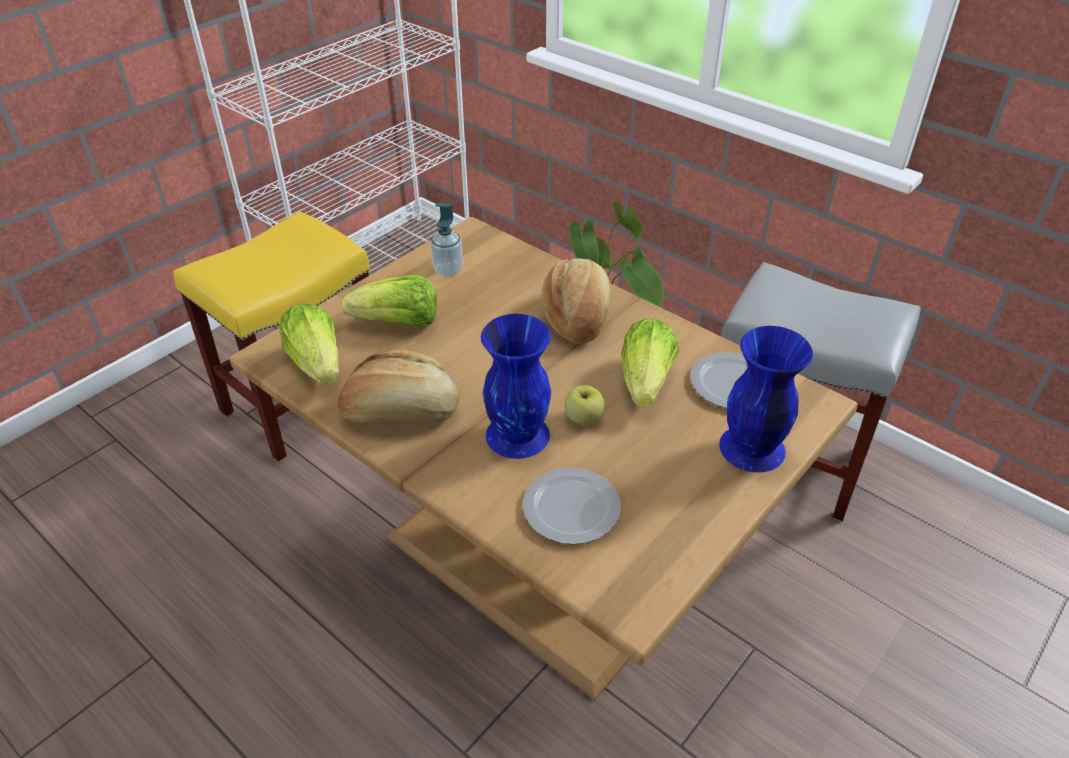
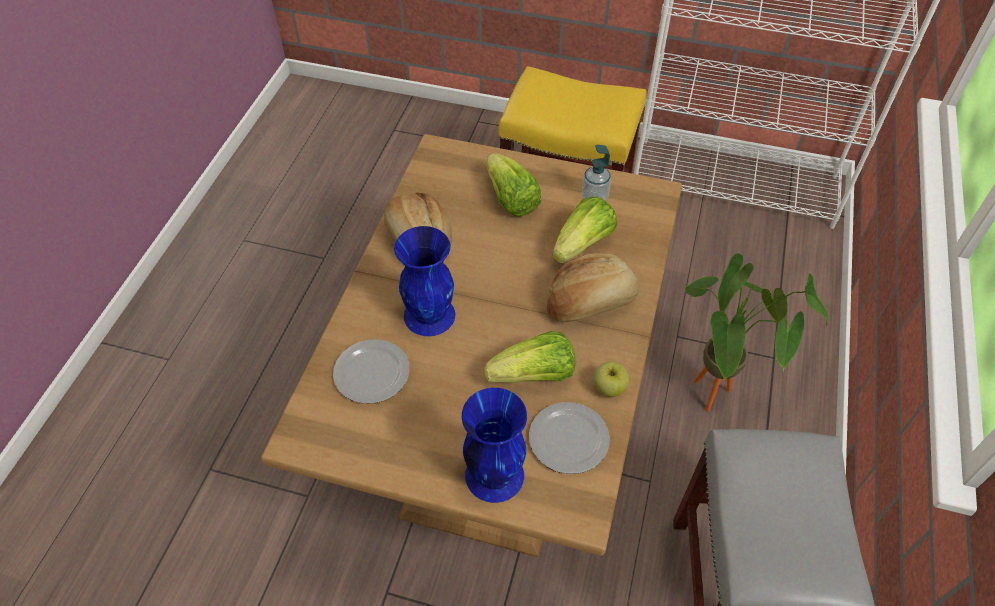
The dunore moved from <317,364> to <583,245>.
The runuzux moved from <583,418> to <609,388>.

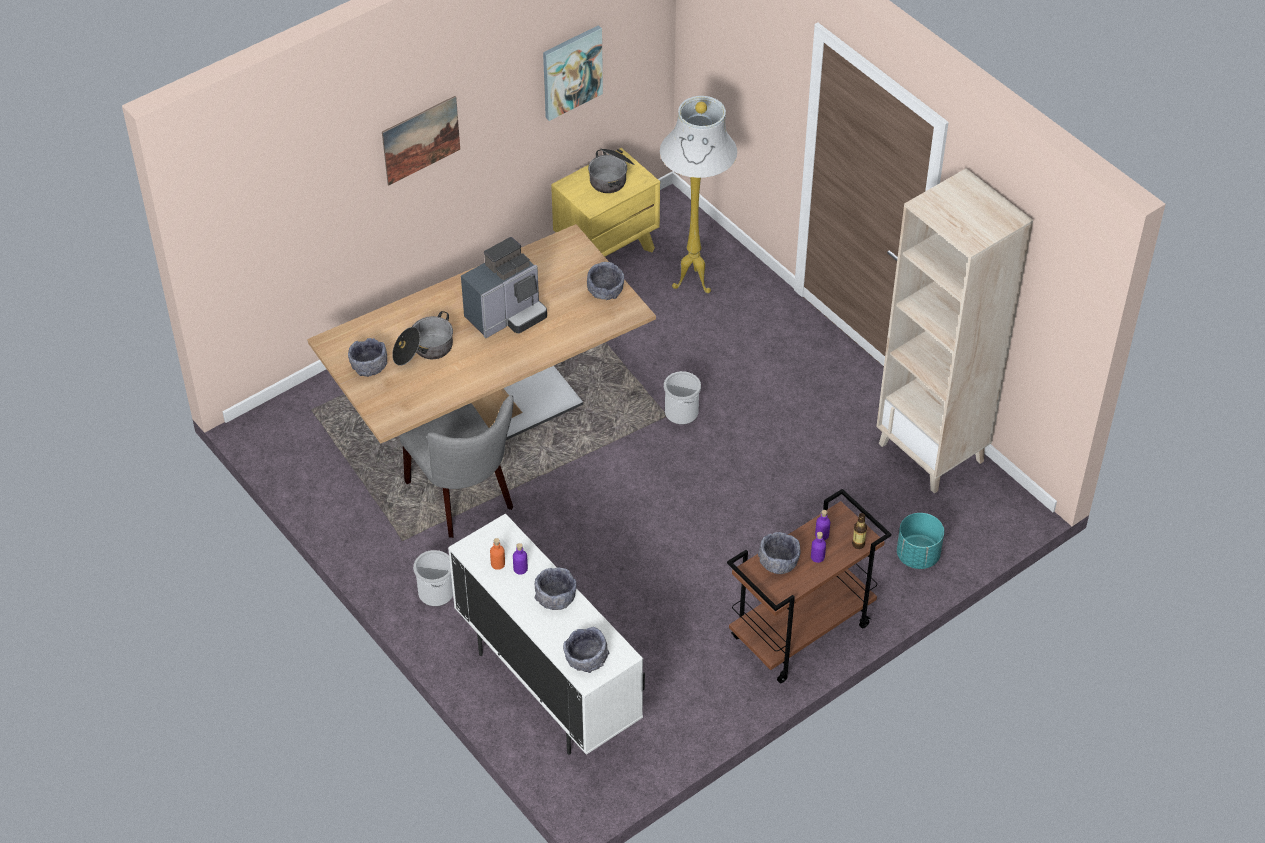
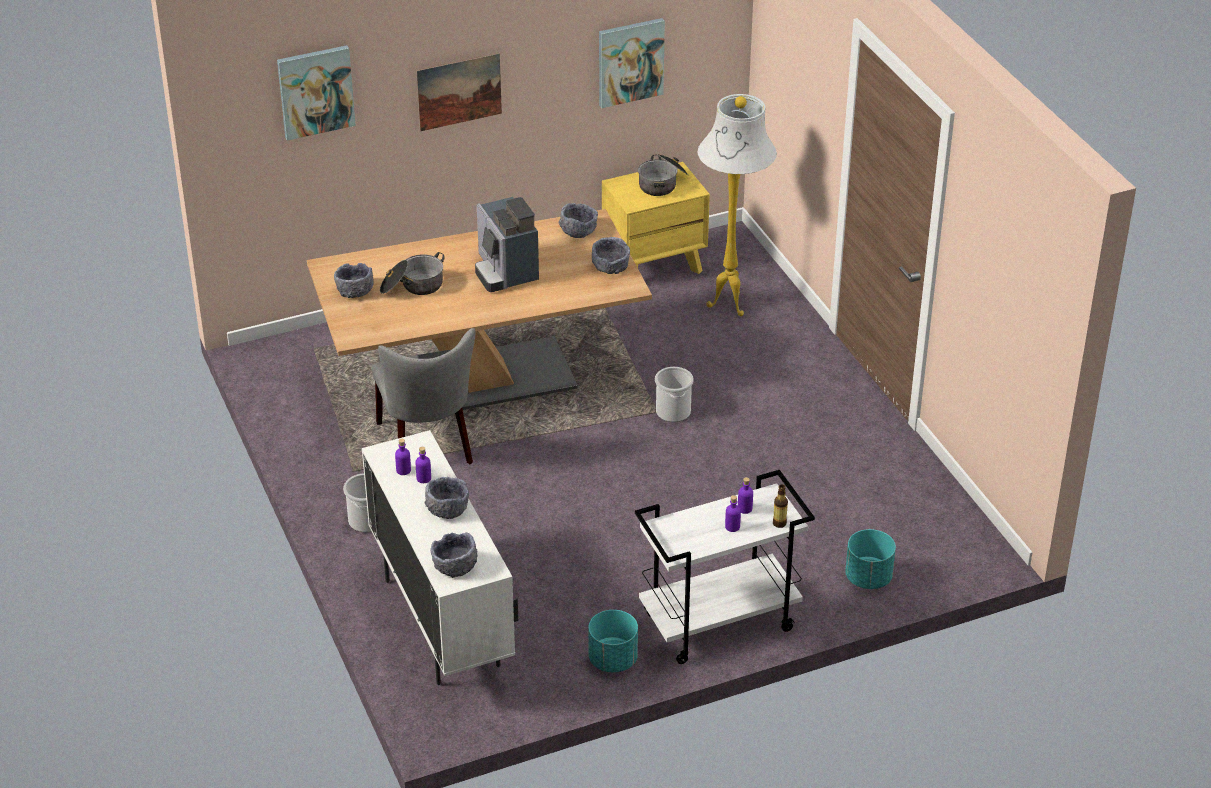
The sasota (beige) at <932,452> disappeared.
The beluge at <507,315> turned 90 degrees clockwise.
The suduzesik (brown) at <800,633> became the suduzesik (white) at <718,624>.
The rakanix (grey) moved from <778,562> to <578,230>.
The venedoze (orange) at <498,564> became the venedoze (purple) at <403,470>.
The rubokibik at <315,91> appeared.
The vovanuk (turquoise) at <612,660> appeared.

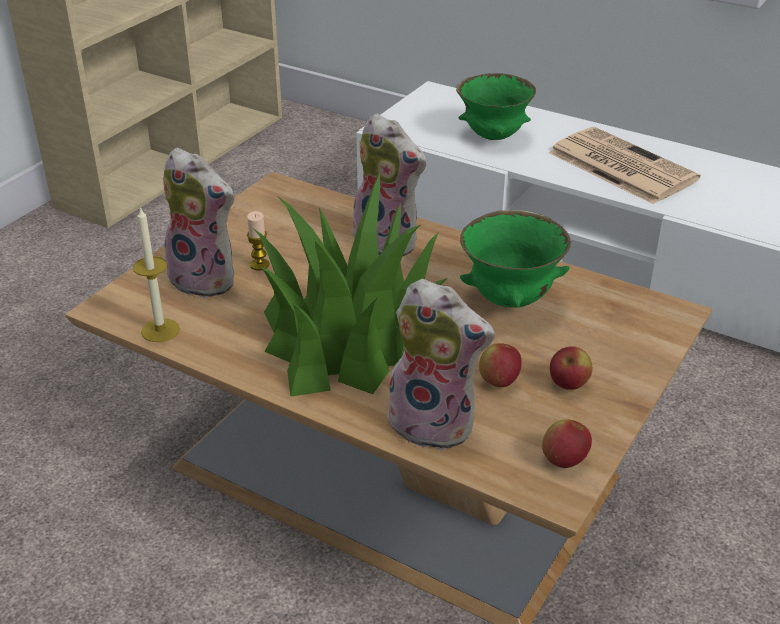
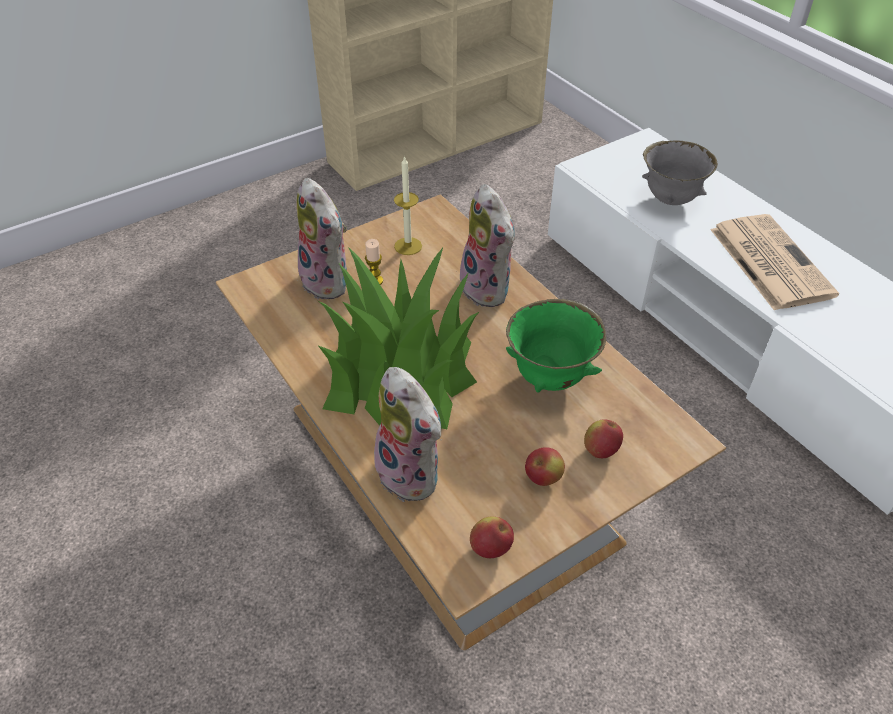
The rakanix (green) at <493,136> became the rakanix (grey) at <670,199>.
The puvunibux moved from <160,330> to <408,246>.
The runuzux moved from <498,381> to <600,450>.

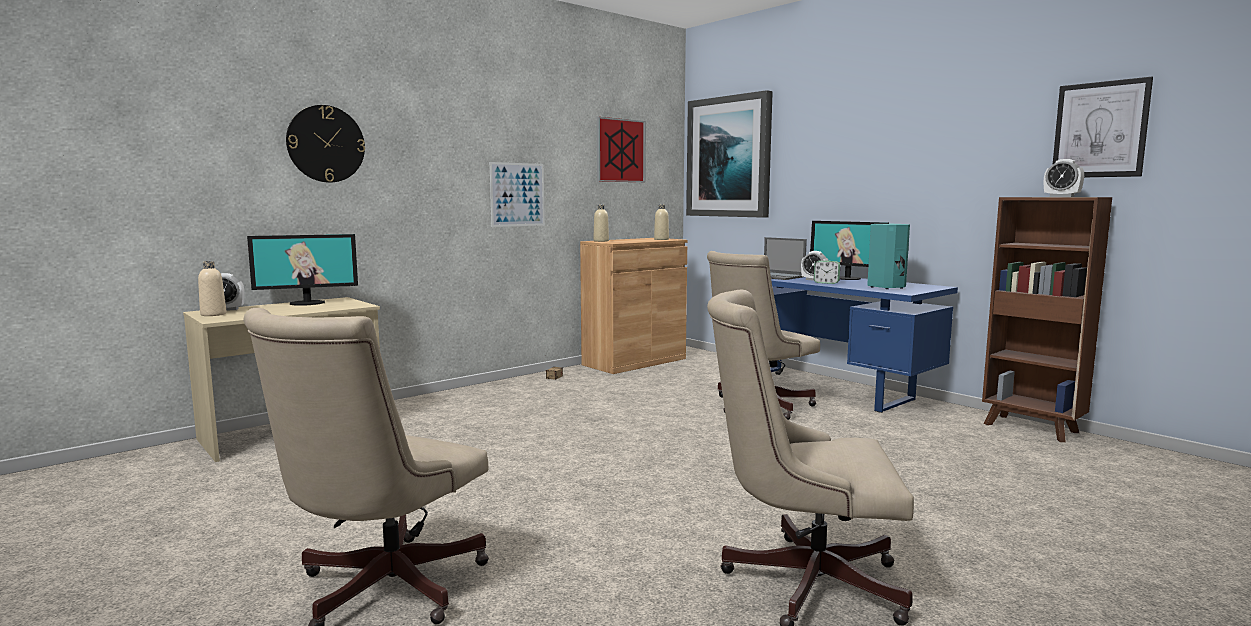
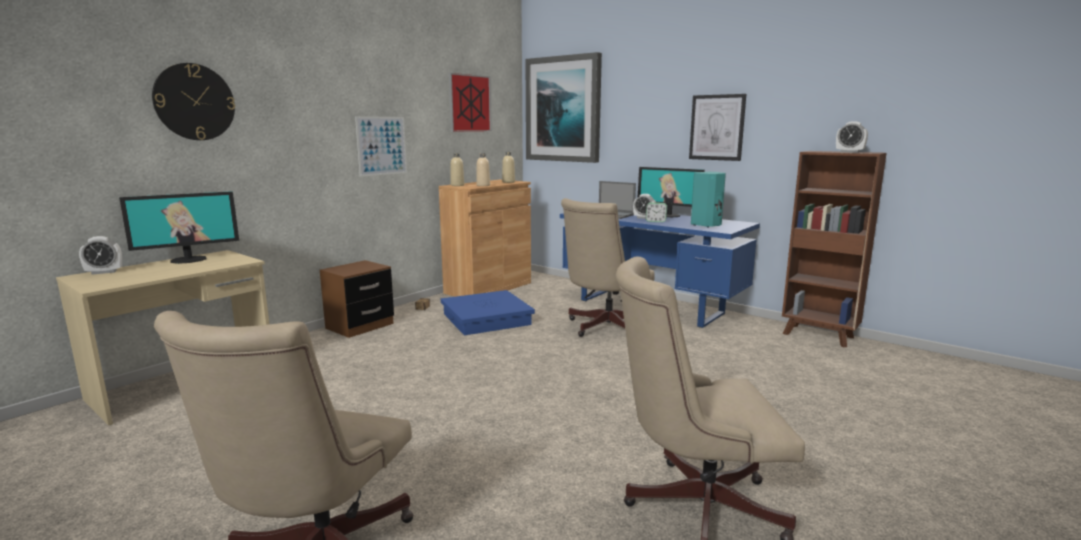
The rubokibik moved from <1100,130> to <717,127>.
The venedoze (beige) moved from <213,314> to <483,185>.
The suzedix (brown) at <360,326> appeared.
The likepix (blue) at <486,319> appeared.

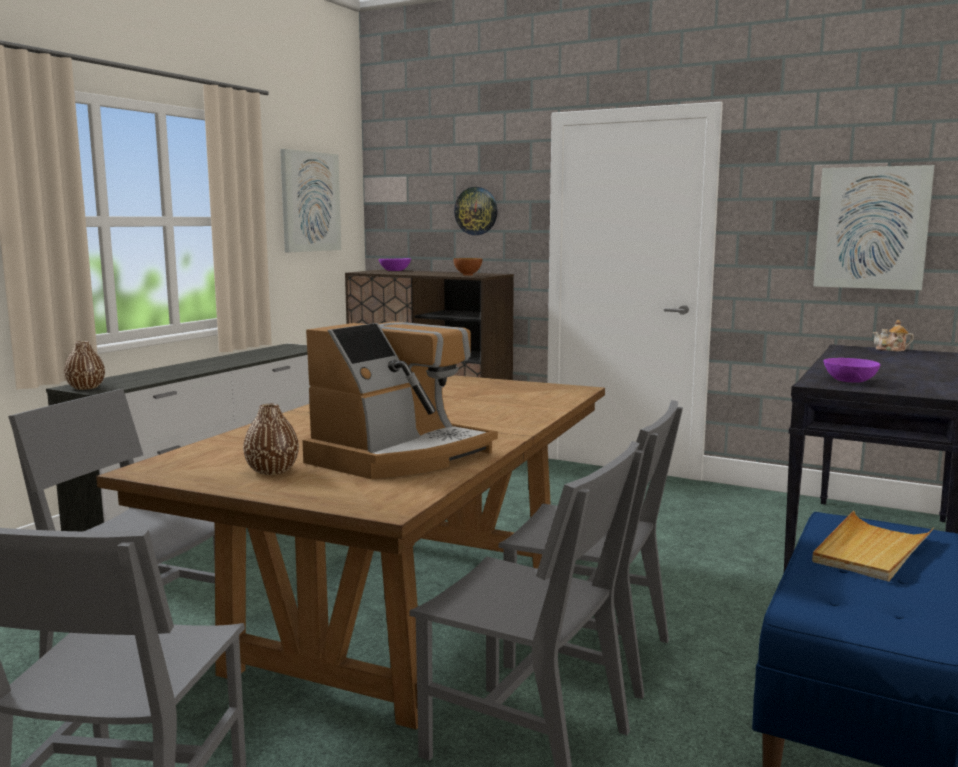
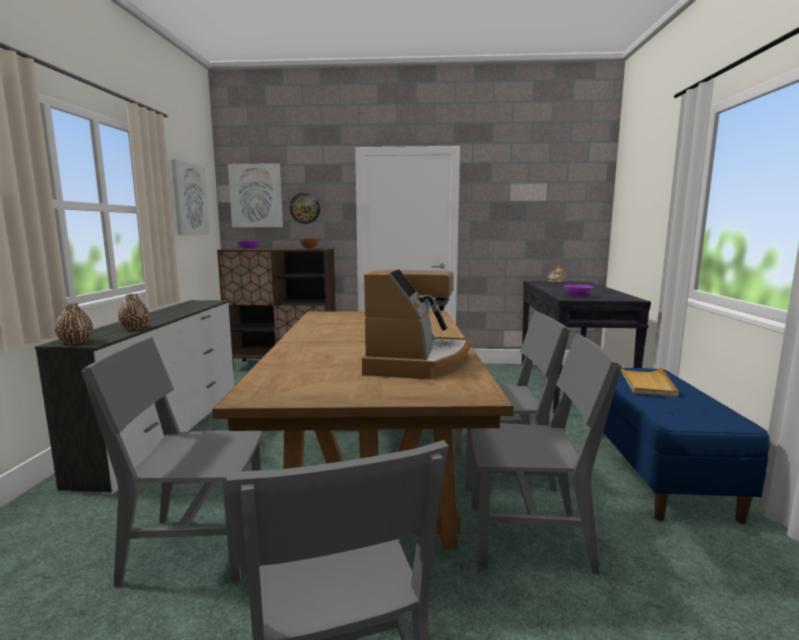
The rubokibik moved from <871,228> to <256,196>.
The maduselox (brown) moved from <272,470> to <135,328>.

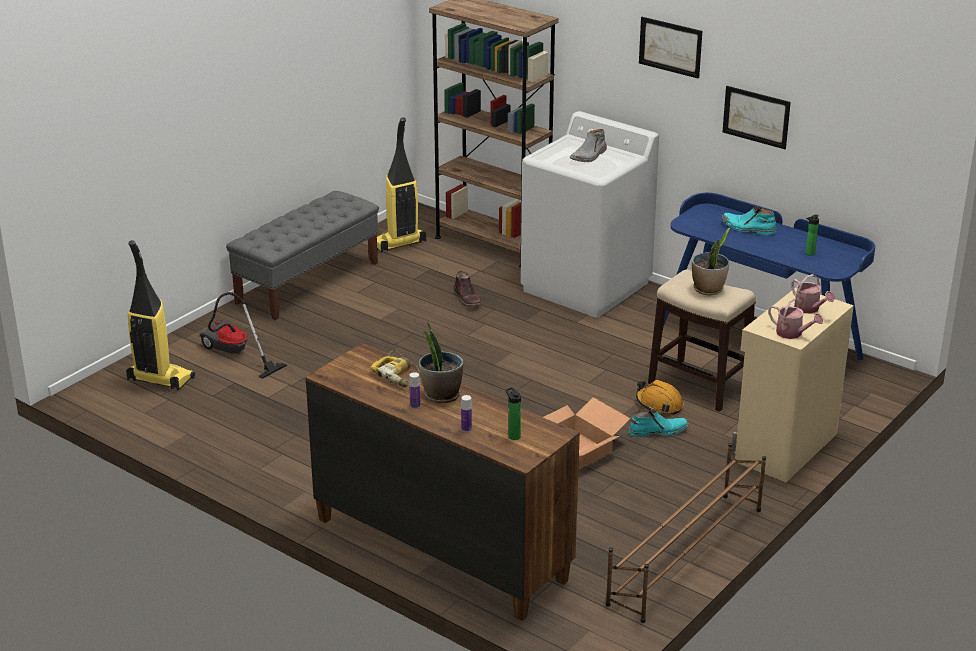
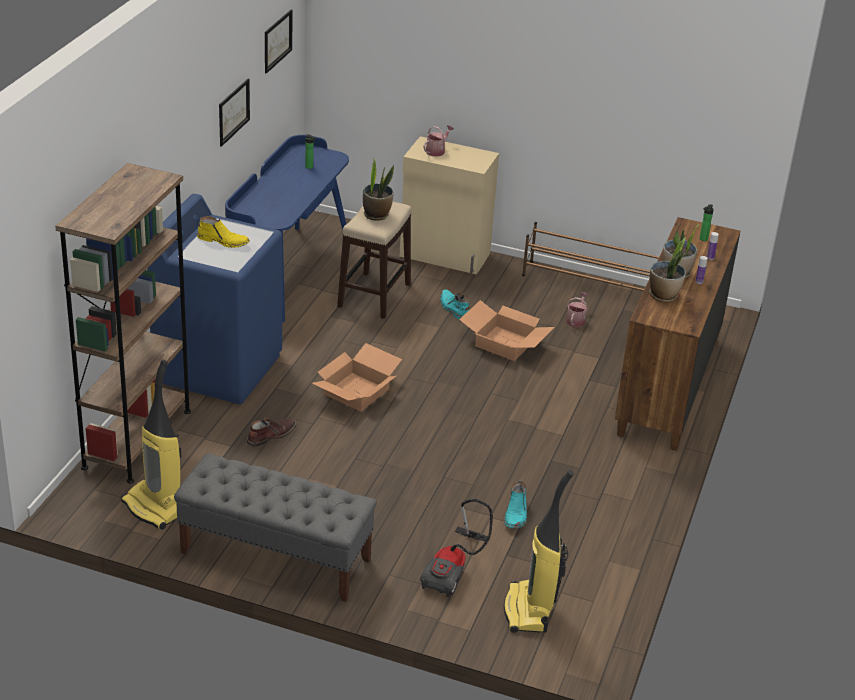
The rubokibik moved from <670,47> to <277,41>.
The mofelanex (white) at <586,287> became the mofelanex (blue) at <218,367>.
The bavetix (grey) at <589,156> became the bavetix (yellow) at <223,241>.
The bavetix (turquoise) moved from <748,228> to <516,514>.
The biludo moved from <792,334> to <576,320>.
The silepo at <398,375> was replaced by the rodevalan at <664,296>.
The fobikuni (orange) at <659,404> disappeared.
The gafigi at <356,392> appeared.

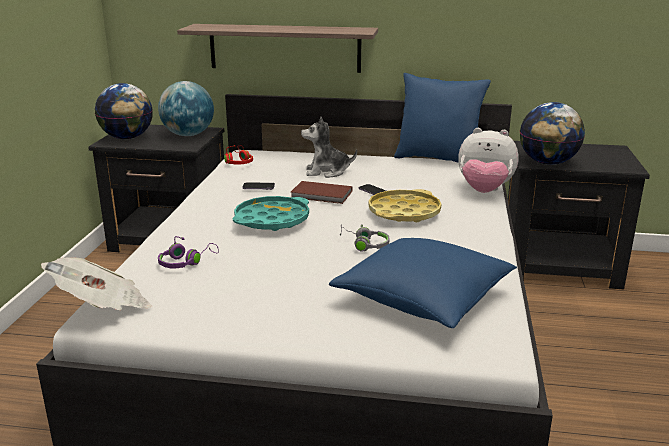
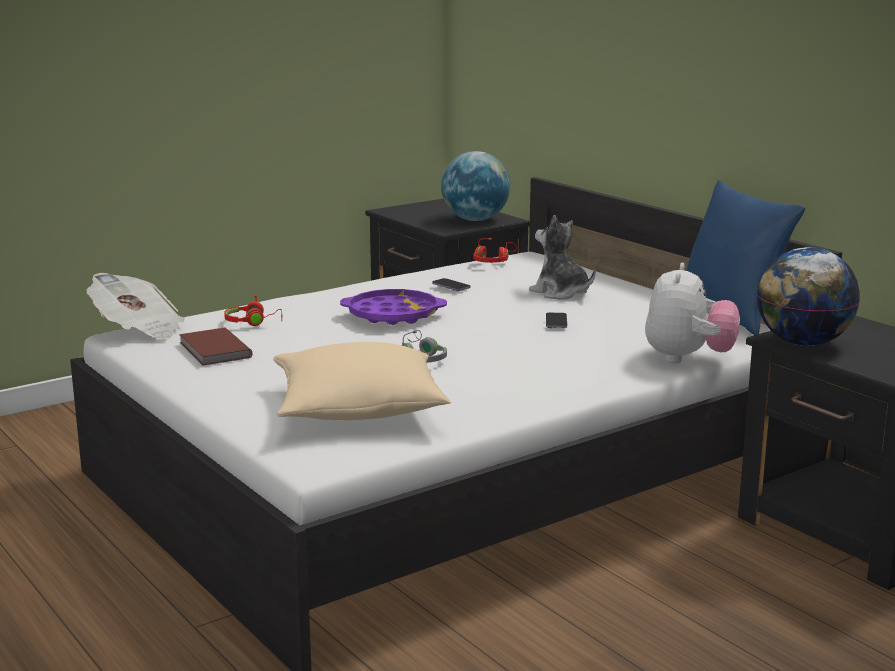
The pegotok at <284,48> disappeared.
The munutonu at <127,138> disappeared.
The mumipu at <484,191> turned 135 degrees counterclockwise.
The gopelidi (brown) moved from <322,195> to <213,350>.
The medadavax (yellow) at <404,212> disappeared.
The medadavax (turquoise) at <272,220> became the medadavax (purple) at <393,314>.
The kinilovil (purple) at <186,262> became the kinilovil (red) at <253,322>.
The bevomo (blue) at <423,299> became the bevomo (beige) at <358,409>.

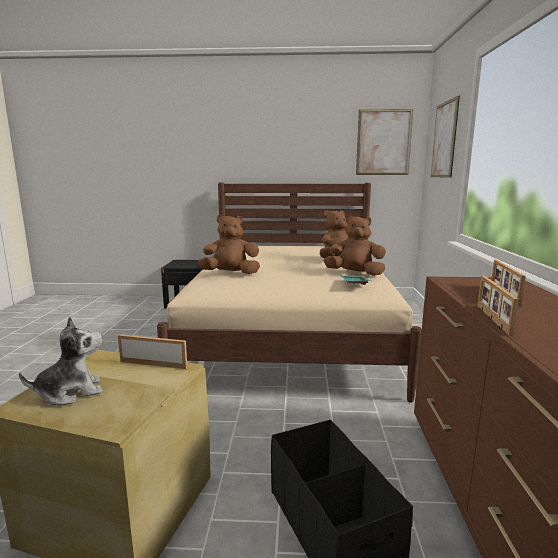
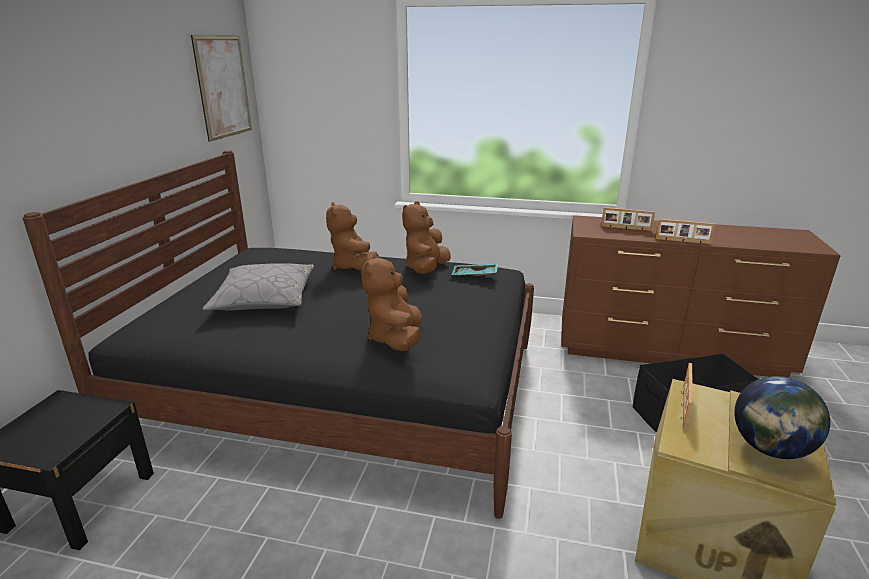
The rubokibik at <444,140> disappeared.
The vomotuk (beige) at <291,335> became the vomotuk (black) at <344,390>.
The mumipu at <71,392> was replaced by the munutonu at <770,449>.
The bevomo (grey) at <264,298> appeared.

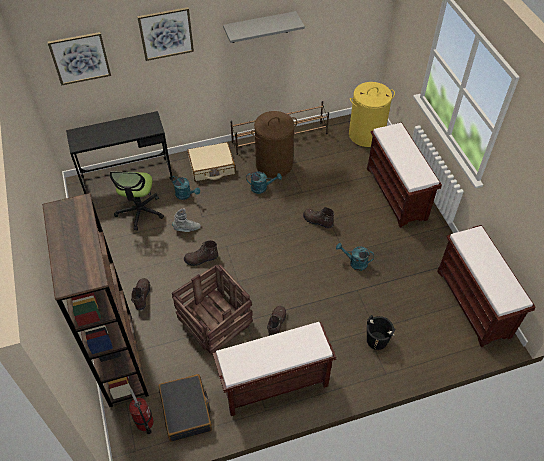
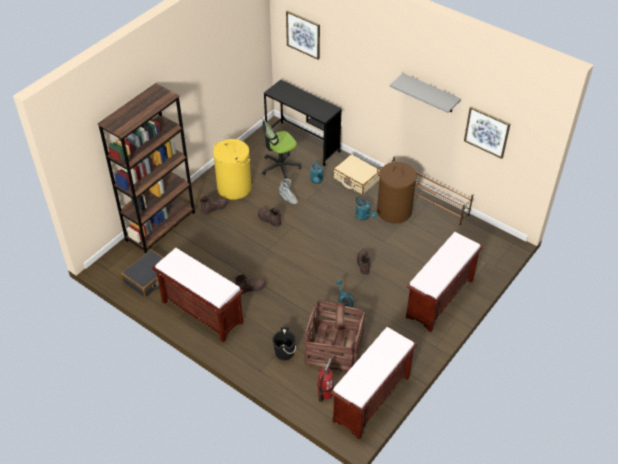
The rubokibik moved from <166,33> to <487,132>.
The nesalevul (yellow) moved from <366,134> to <234,188>.
The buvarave moved from <214,320> to <334,348>.
The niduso moved from <144,423> to <324,393>.

